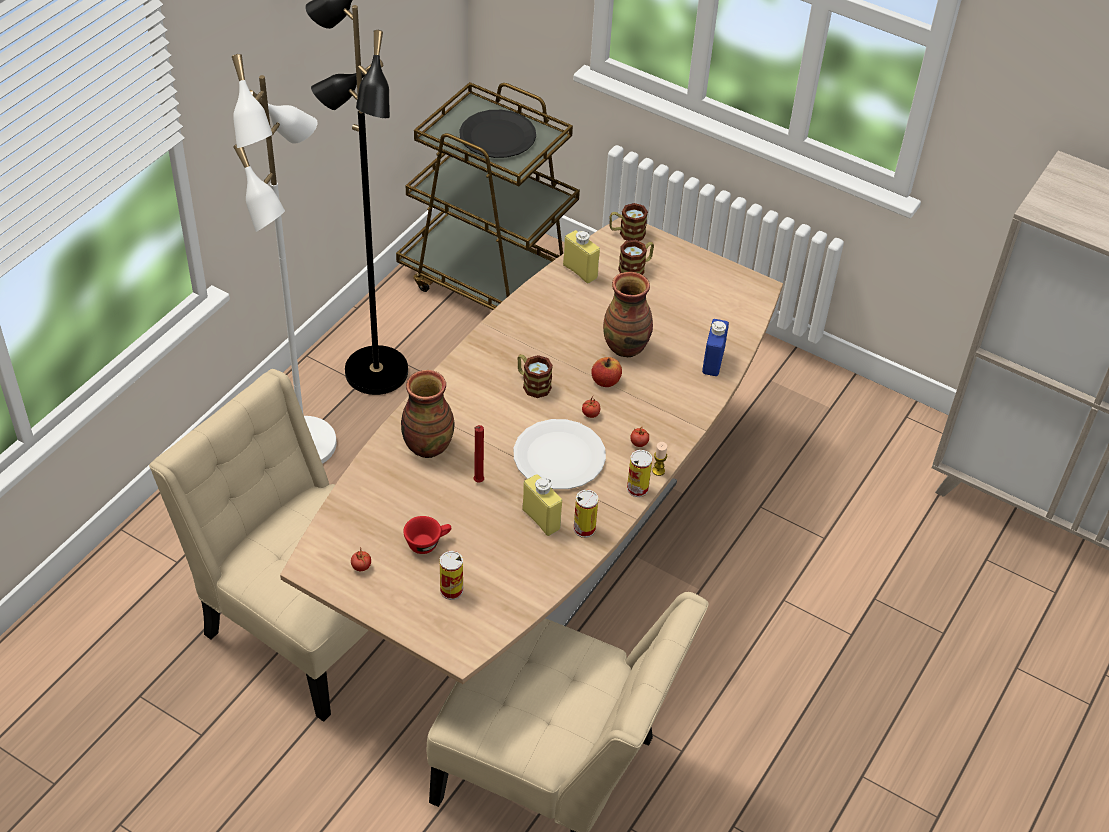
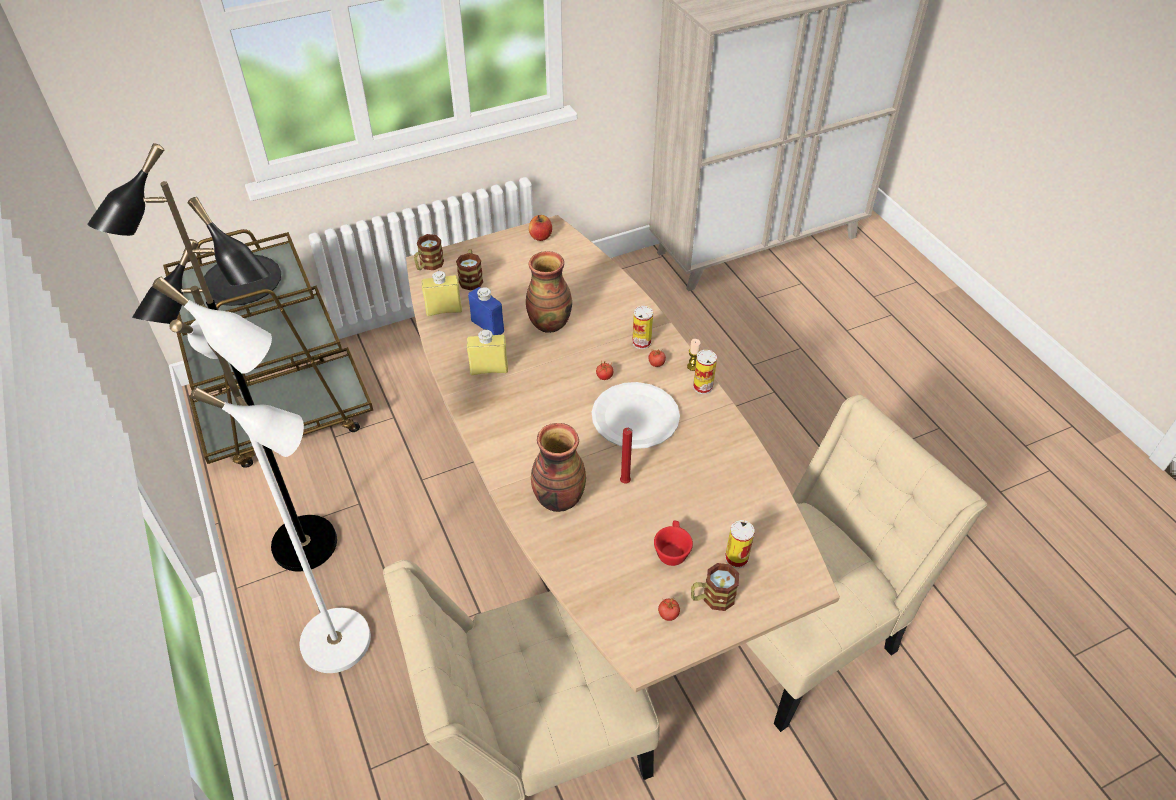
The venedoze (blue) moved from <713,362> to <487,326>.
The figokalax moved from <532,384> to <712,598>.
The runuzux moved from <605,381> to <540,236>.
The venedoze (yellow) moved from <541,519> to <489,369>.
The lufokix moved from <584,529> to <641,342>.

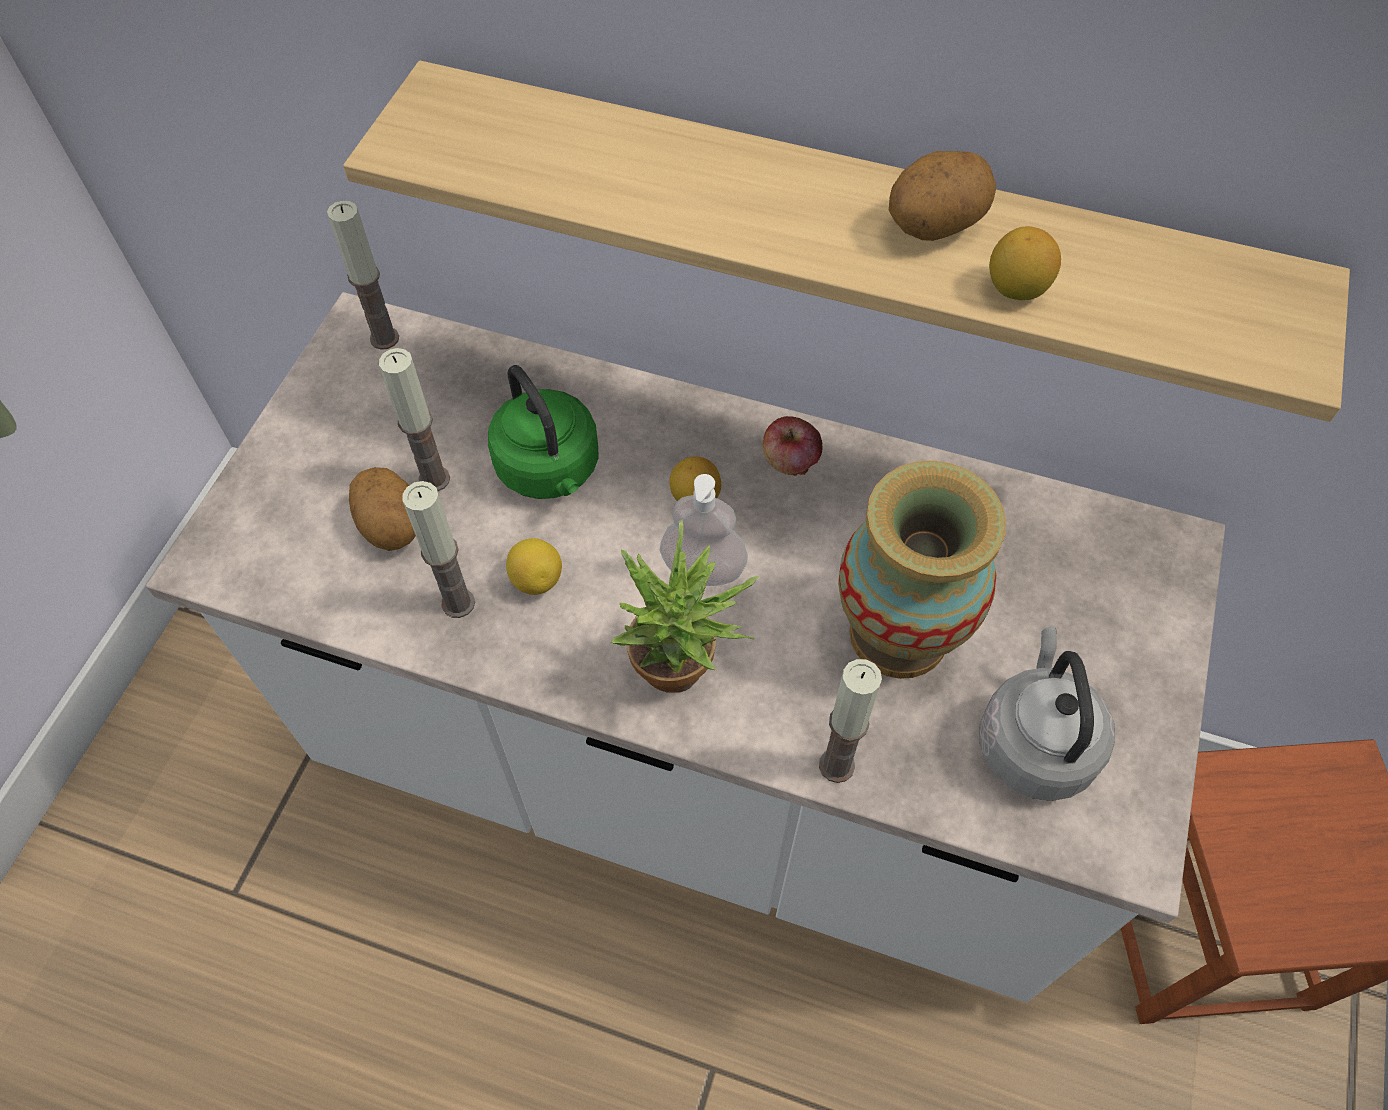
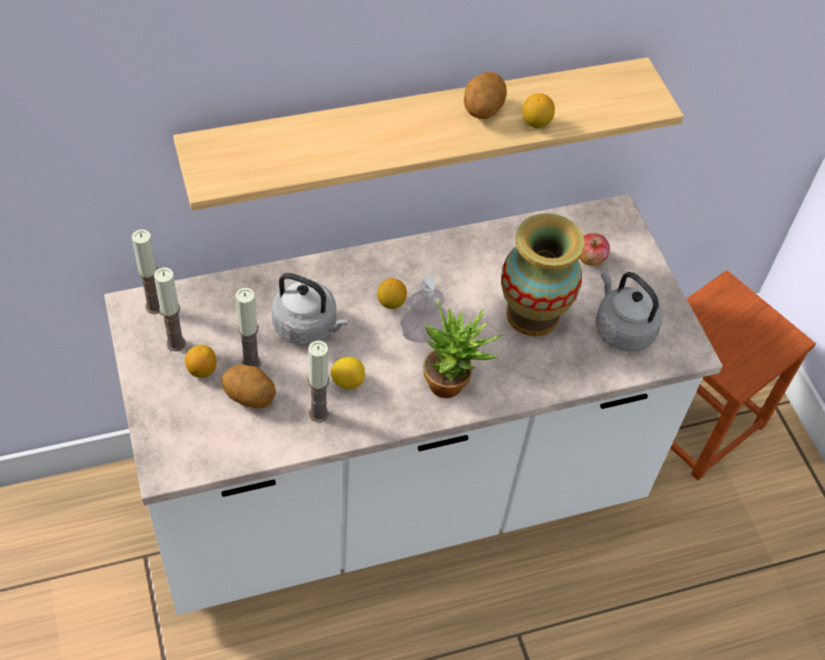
The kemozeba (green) at <550,470> became the kemozeba (grey) at <308,327>.
The runuzux moved from <790,461> to <590,259>.
The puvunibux moved from <836,765> to <176,343>.
The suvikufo at <202,370> appeared.

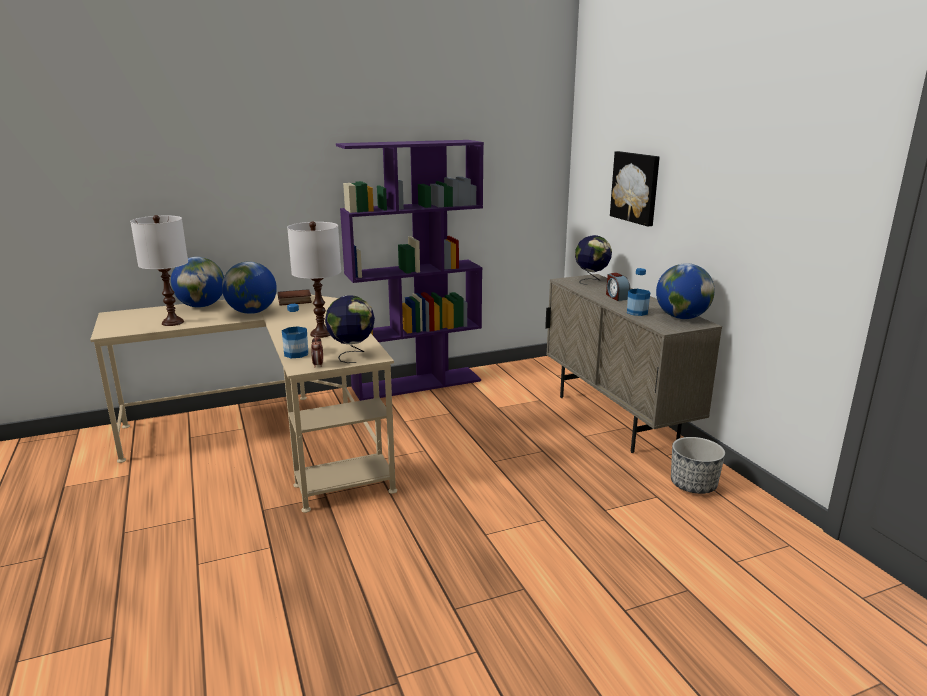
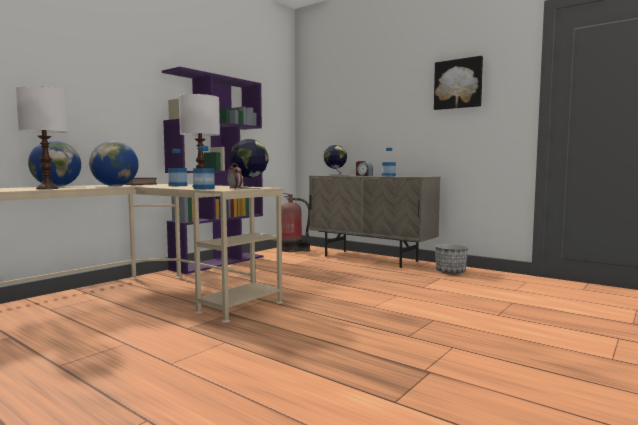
The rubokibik moved from <636,187> to <458,84>.
The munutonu at <681,317> disappeared.
The venedoze at <177,186> appeared.
The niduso at <293,250> appeared.

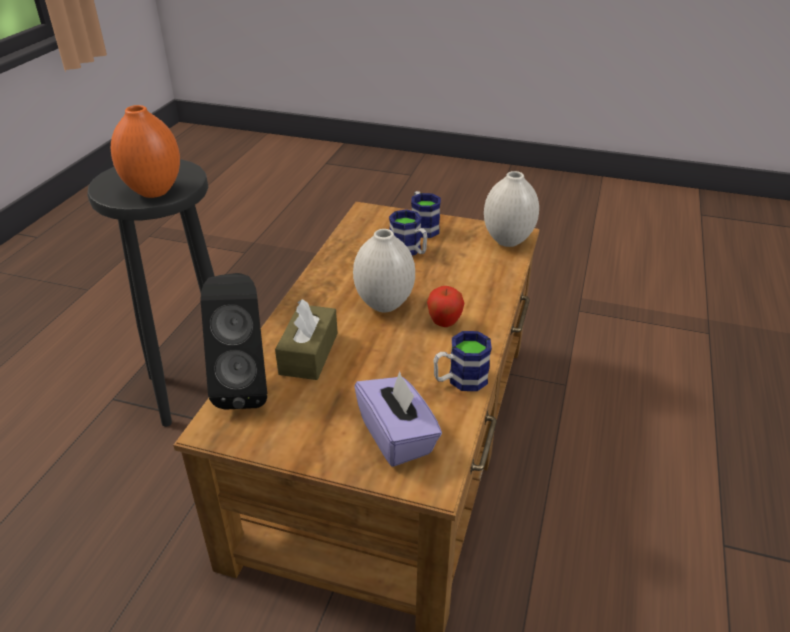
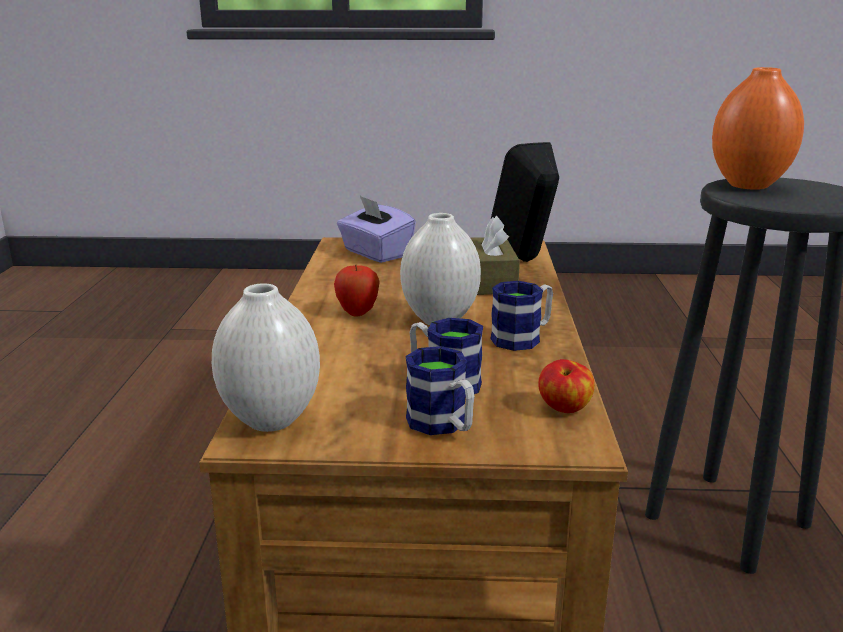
The figokalax moved from <460,380> to <523,338>.
The runuzux at <564,409> appeared.

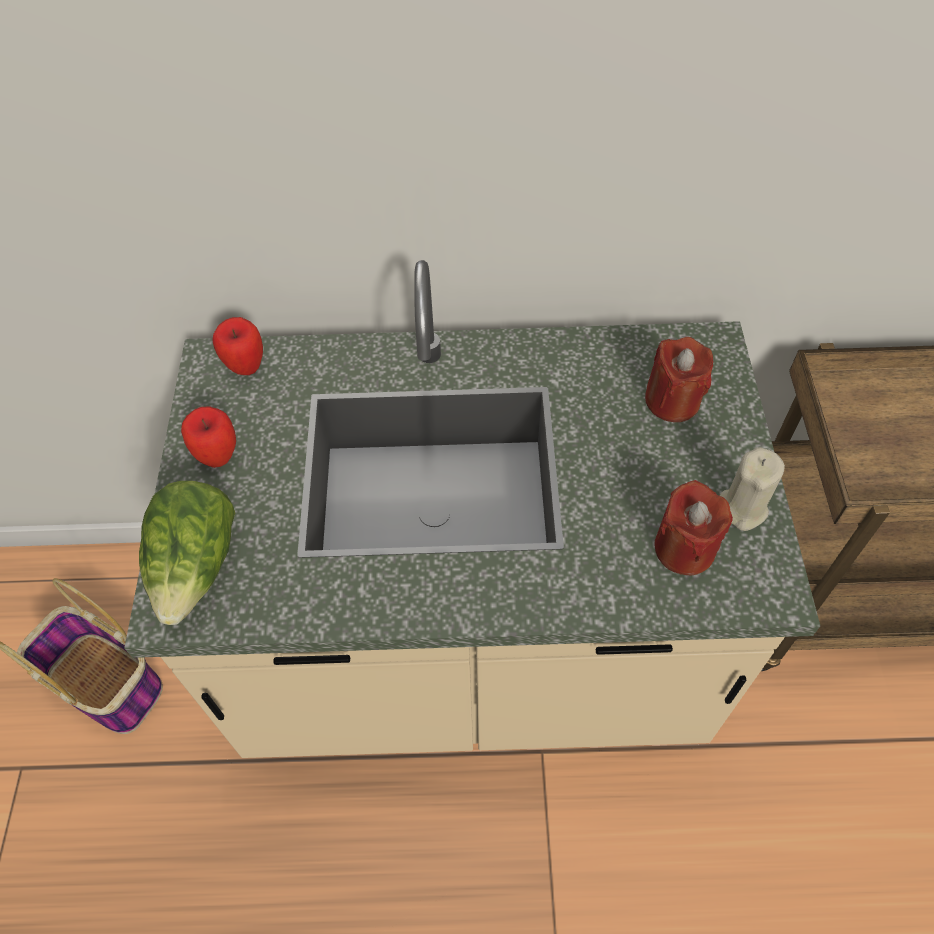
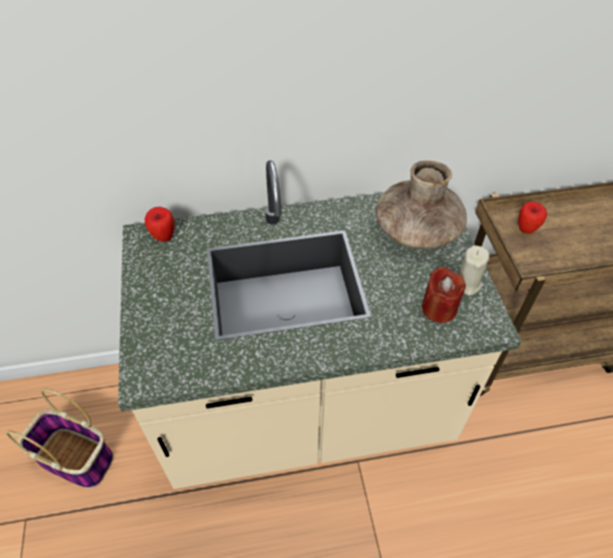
The puvunibux (red) at <672,400> was replaced by the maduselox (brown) at <417,230>.
The runuzux moved from <218,456> to <526,229>.
The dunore at <197,566> disappeared.

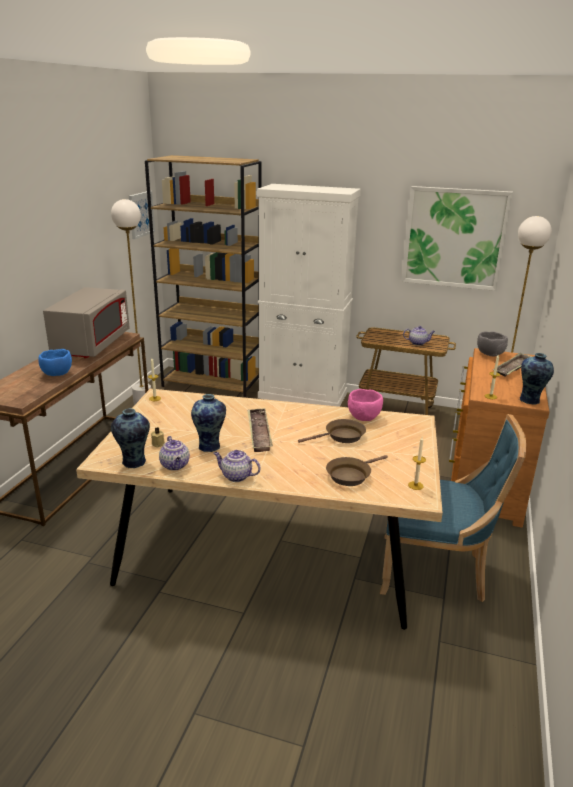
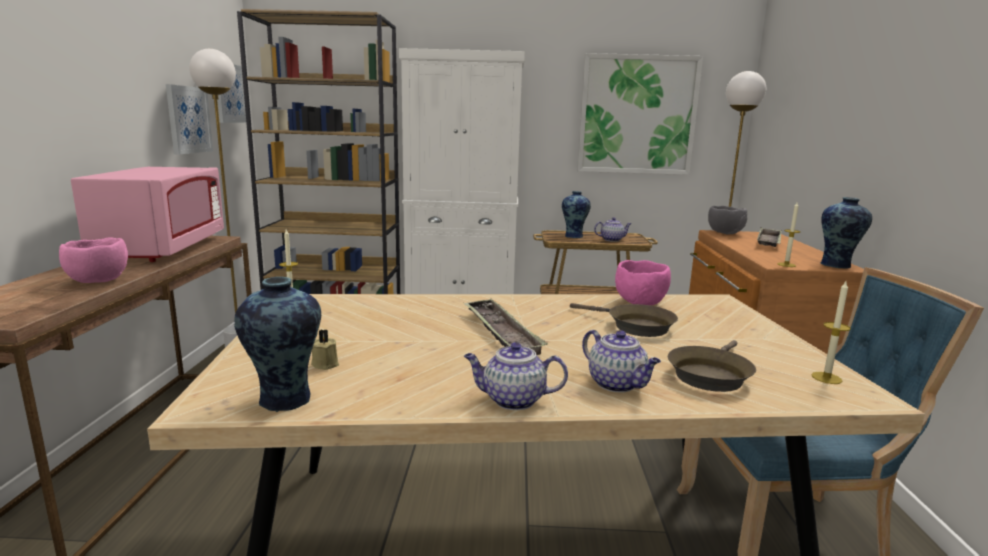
The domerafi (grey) at <92,345> became the domerafi (pink) at <163,249>.
The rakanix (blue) at <57,374> became the rakanix (pink) at <99,281>.
The maduselox moved from <210,446> to <574,236>.
The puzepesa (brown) at <341,436> turned 75 degrees clockwise.
The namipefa moved from <175,465> to <617,384>.
The rubokibik at <188,120> appeared.

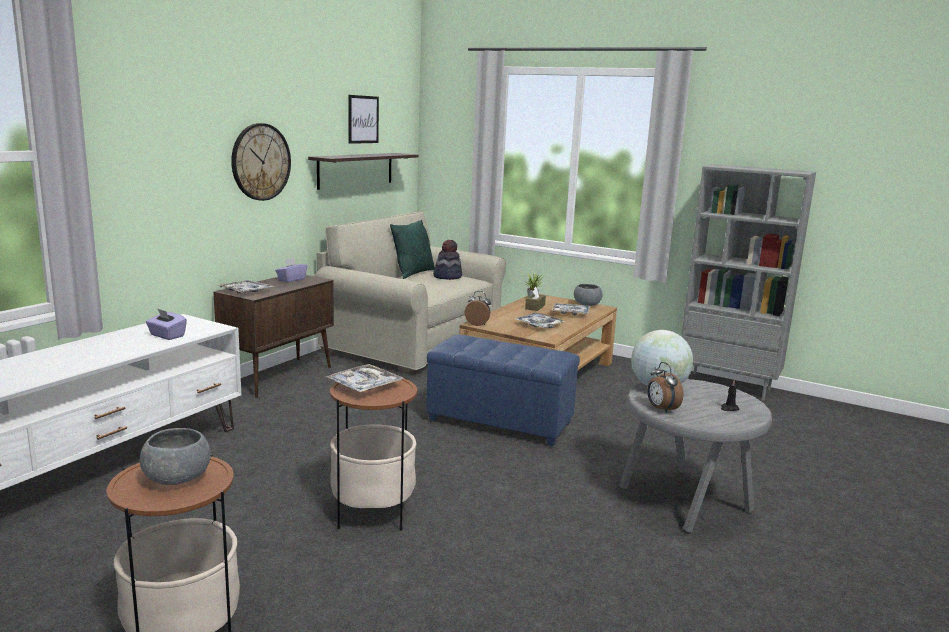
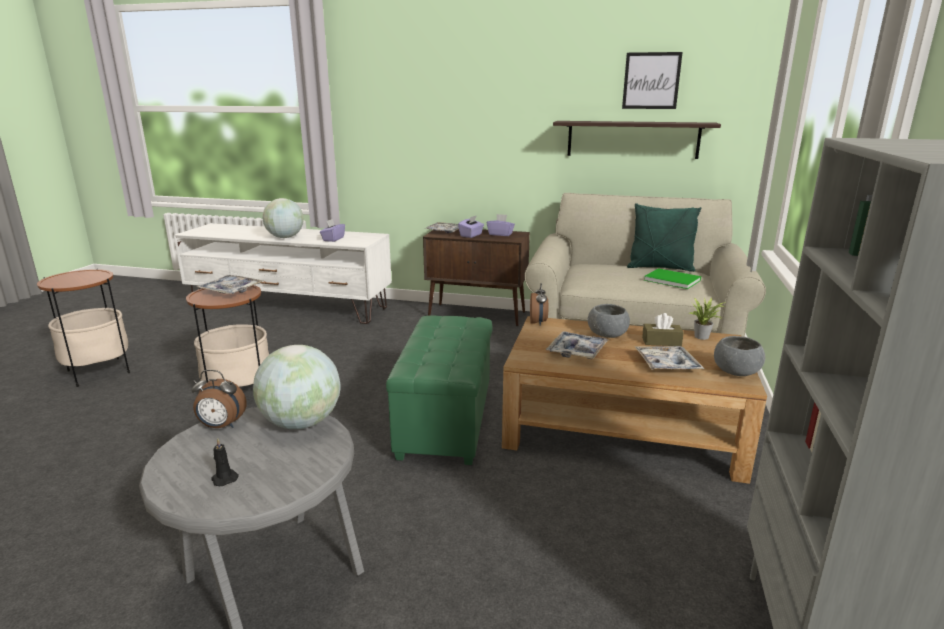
The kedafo at <260,162> disappeared.
The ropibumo at <447,276> was replaced by the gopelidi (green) at <671,279>.
The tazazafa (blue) at <500,421> became the tazazafa (green) at <447,421>.
The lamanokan at <661,409> turned 135 degrees counterclockwise.
The rakanix (grey) moved from <177,479> to <607,335>.
The munutonu at <285,237> appeared.
The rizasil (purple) at <471,235> appeared.

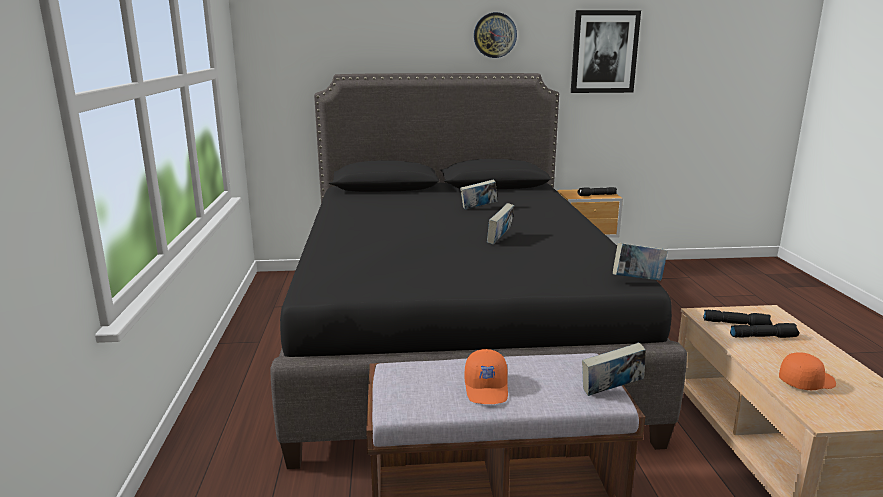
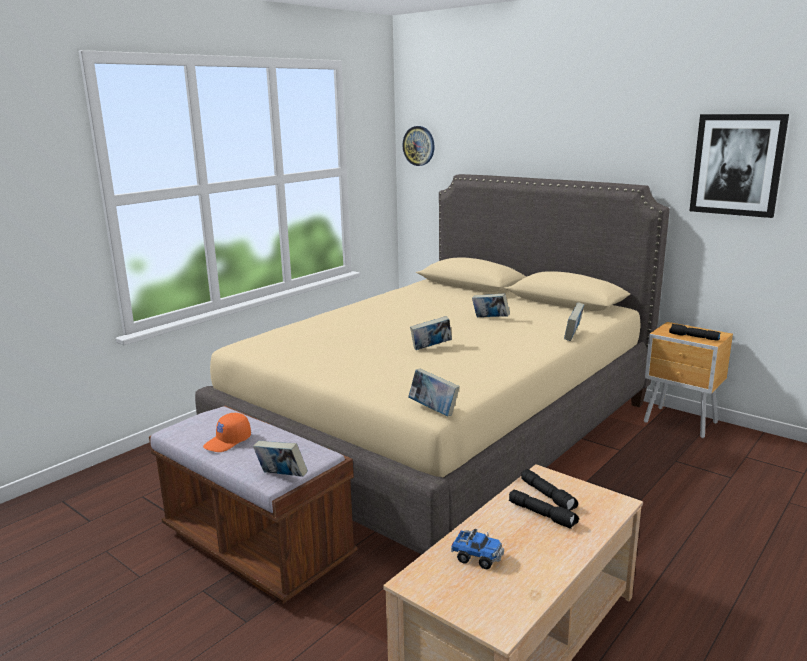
The kedafo moved from <495,35> to <419,146>.
The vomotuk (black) at <452,336> became the vomotuk (beige) at <443,433>.
The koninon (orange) at <806,381> was replaced by the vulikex at <477,558>.
The gopelidi at <573,336> appeared.

